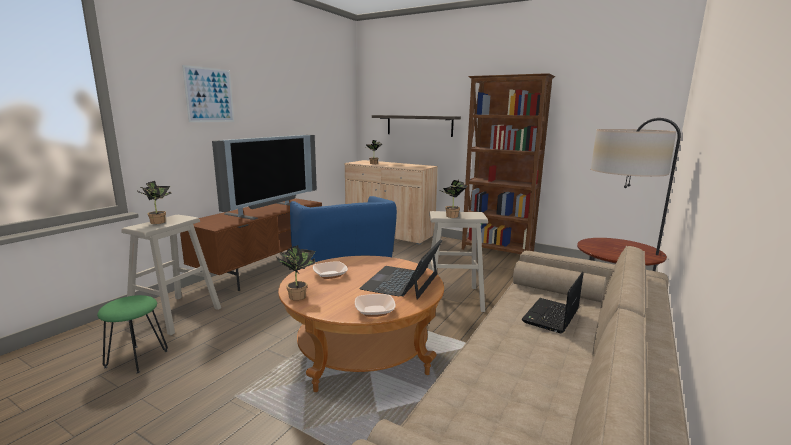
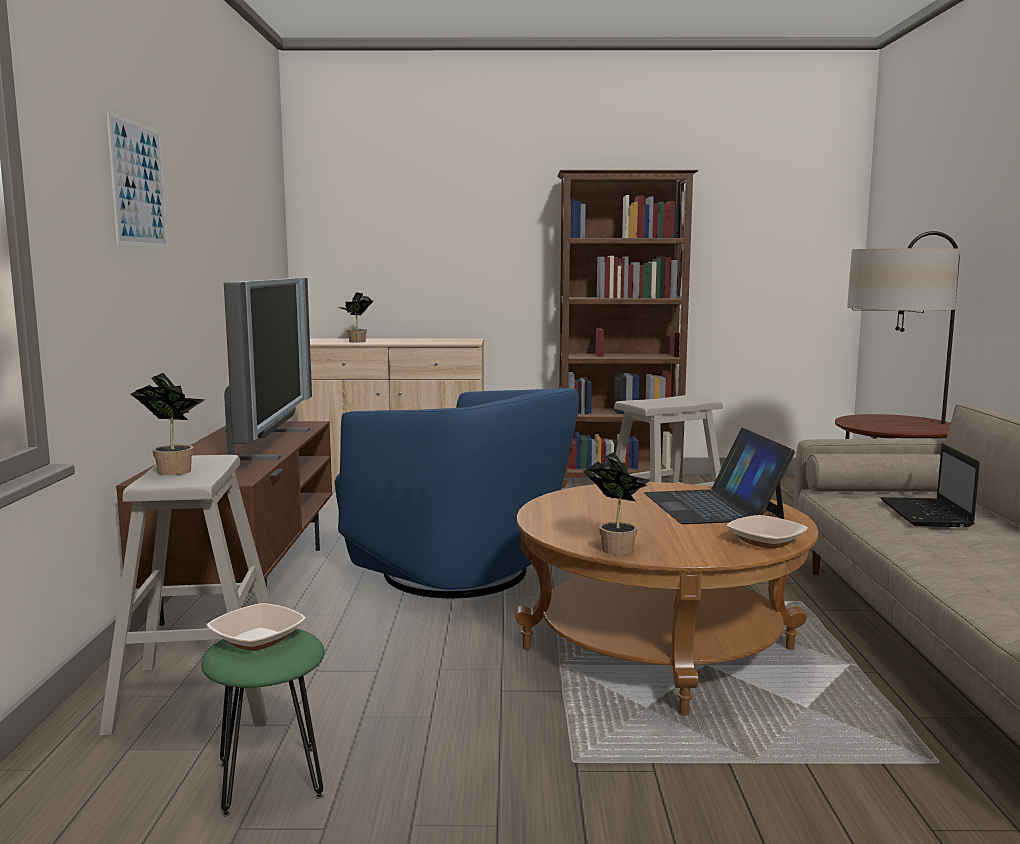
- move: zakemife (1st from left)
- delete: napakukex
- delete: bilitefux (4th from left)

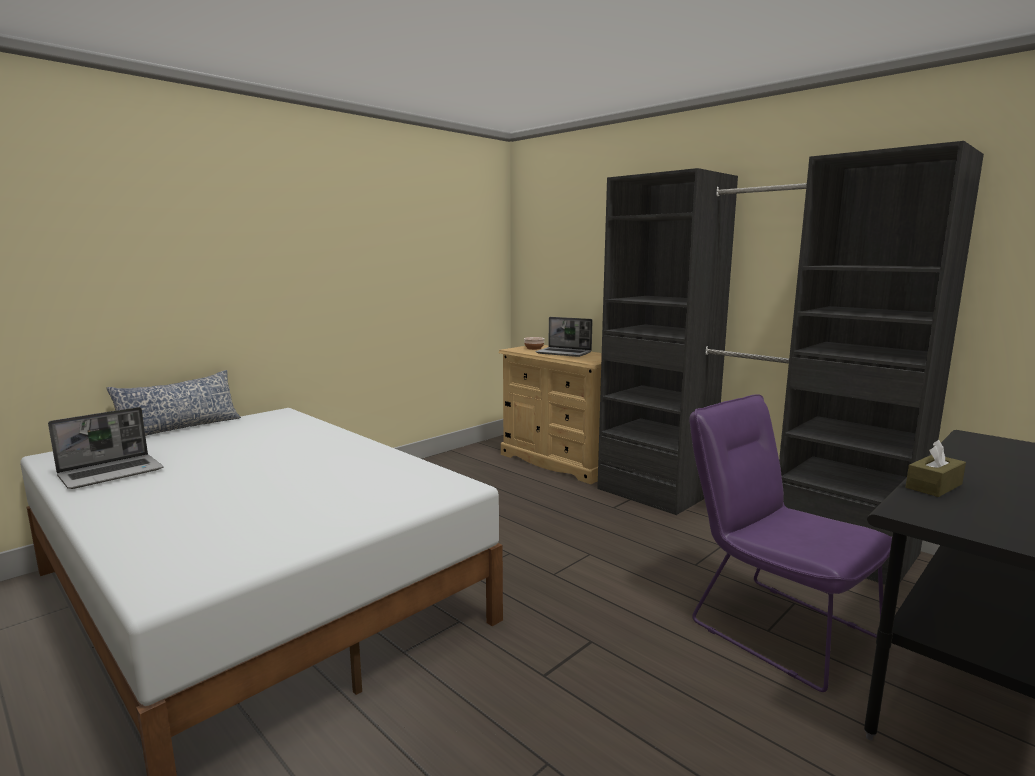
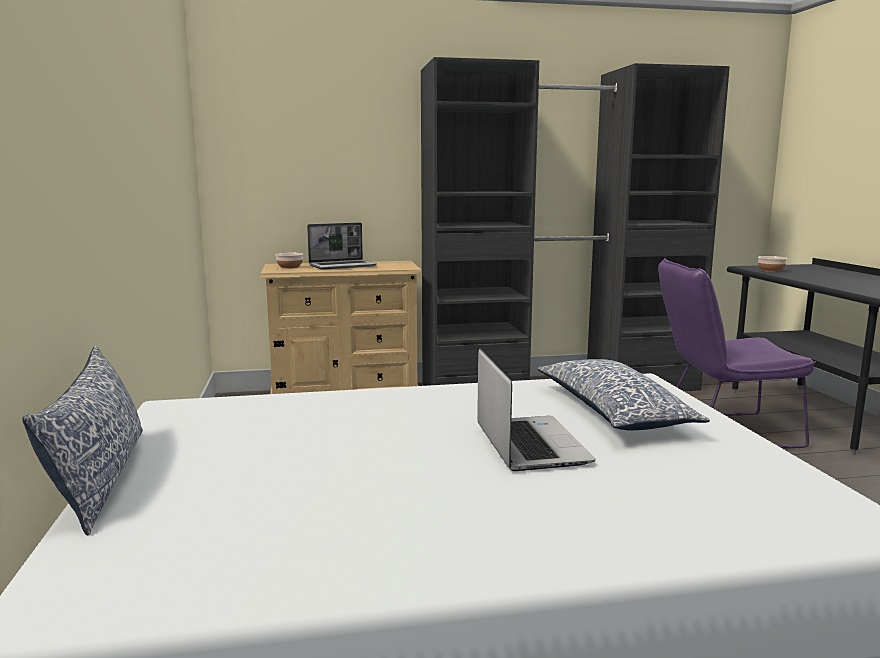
- move: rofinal (1st from left in the first image) to rofinal (2nd from left)
- delete: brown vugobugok
- insert: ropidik (2nd from left)
- insert: zakemife (2nd from left)

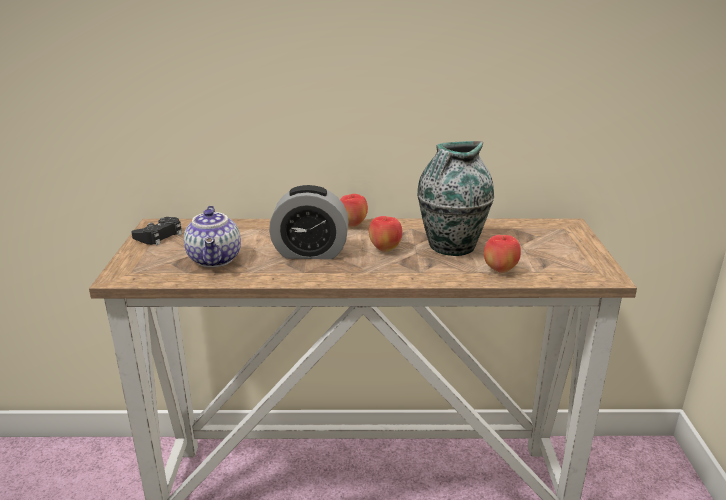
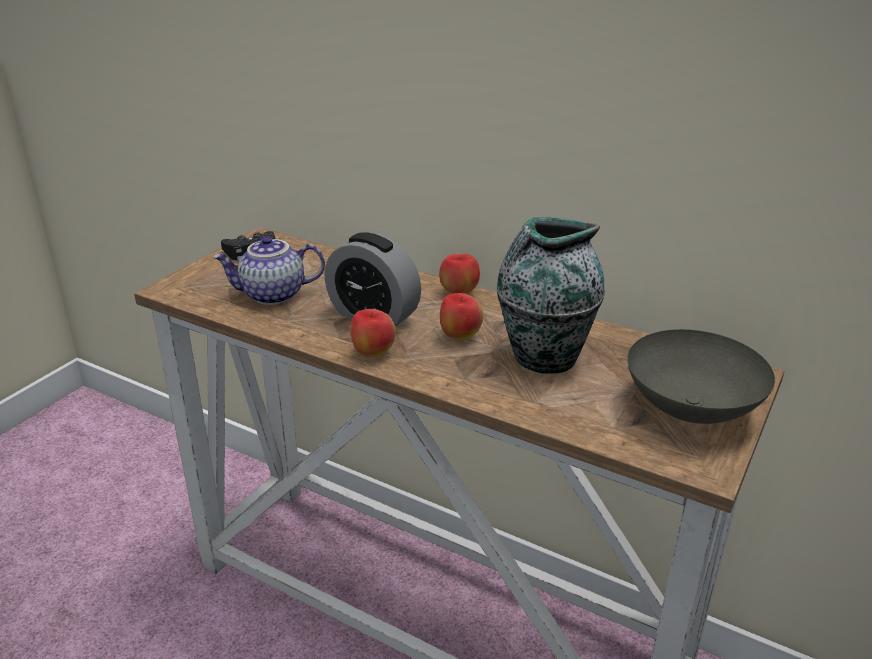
- rotate: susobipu 60 degrees clockwise
- move: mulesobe (3rd from left in the first image) to mulesobe (1st from left)
- insert: grey zakemife

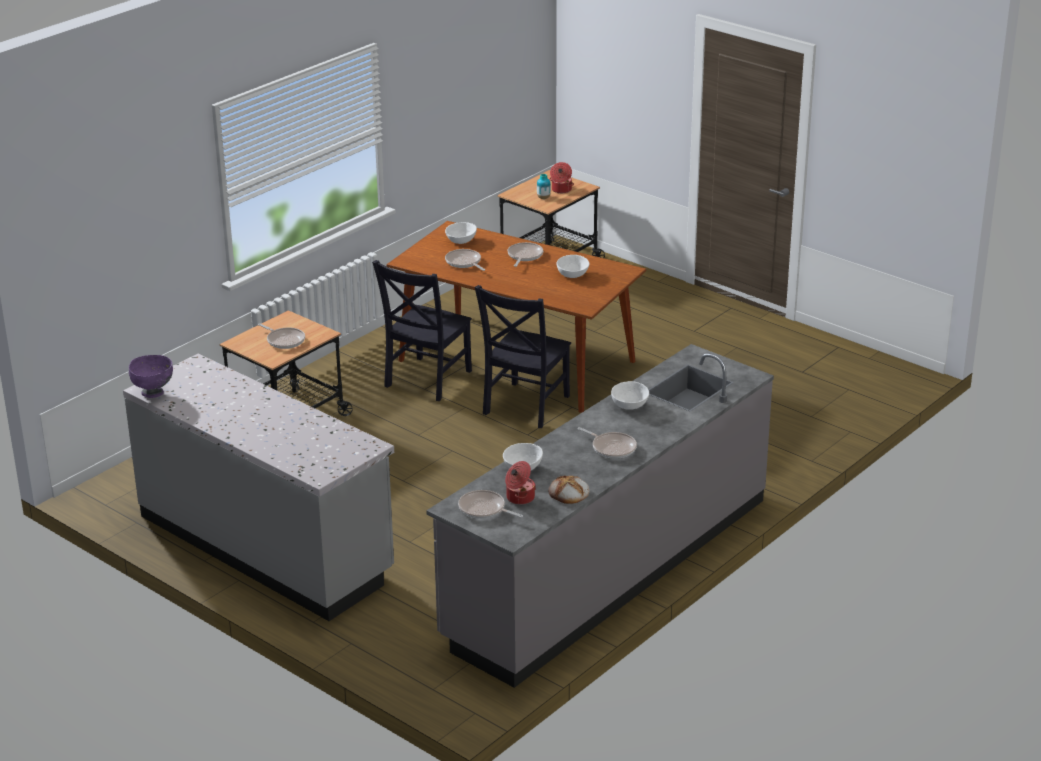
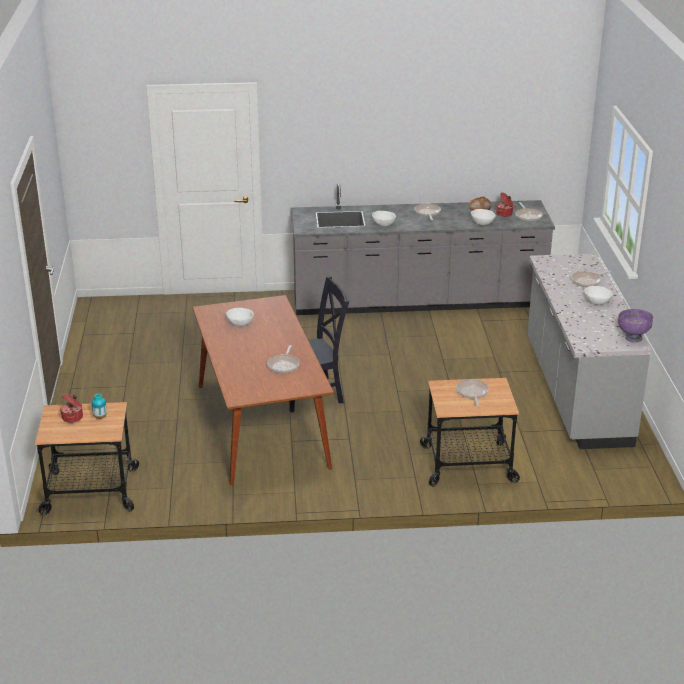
- delete: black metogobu (1st from left)
- move: white zakemife (1st from left in the first image) to white zakemife (4th from left)
- move: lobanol (4th from left in the first image) to lobanol (5th from left)

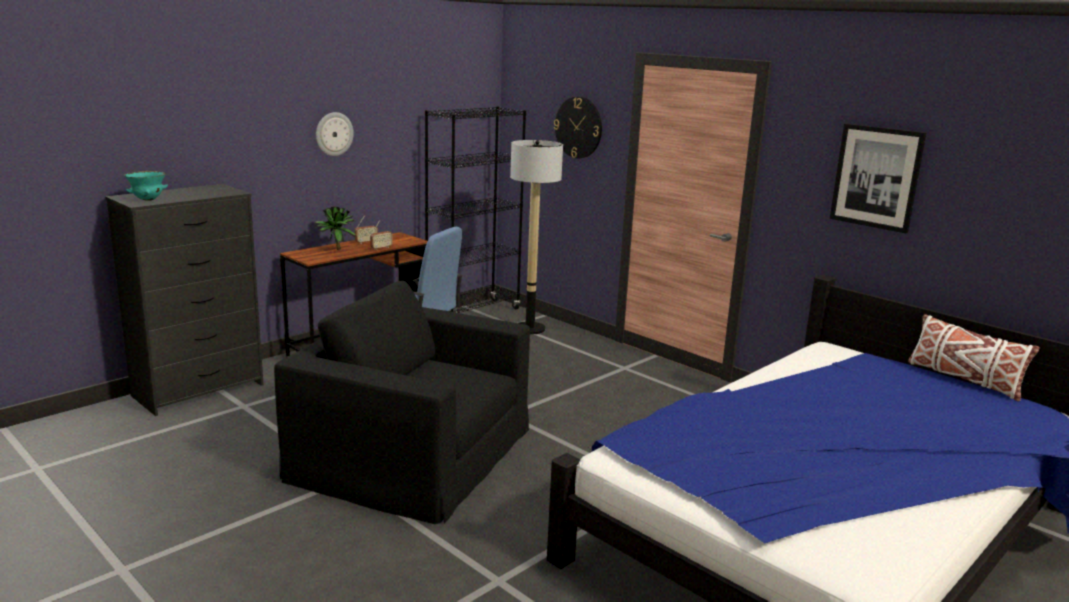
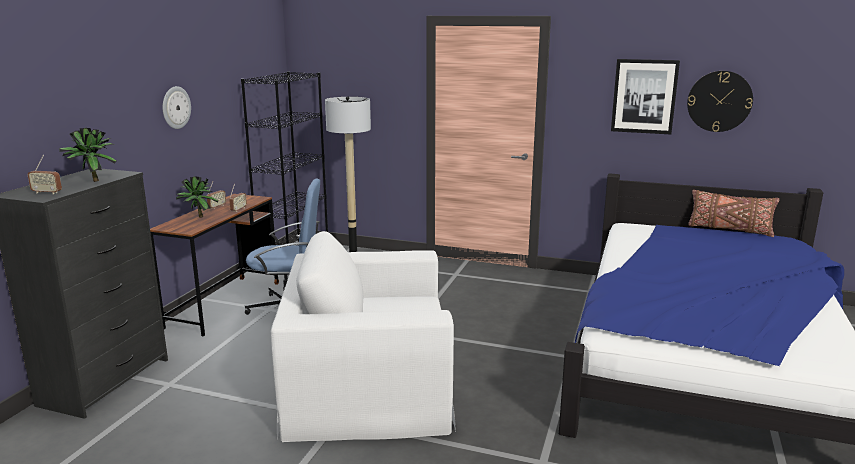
- replace: turquoise zakemife to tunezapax (1st from left)
- recolor: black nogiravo to white nogiravo
- move: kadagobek (2nd from left)
- recolor: white ropidik to brown ropidik
- insert: bilitefux (1st from left)

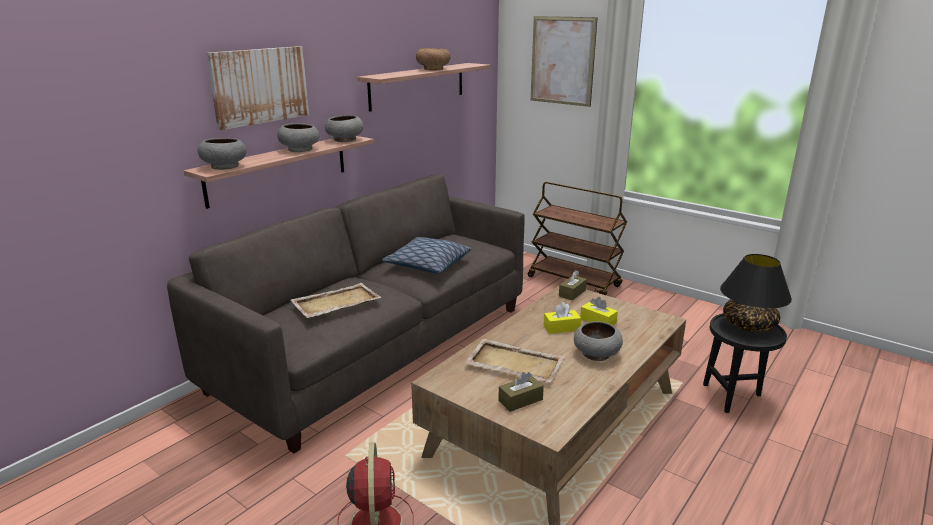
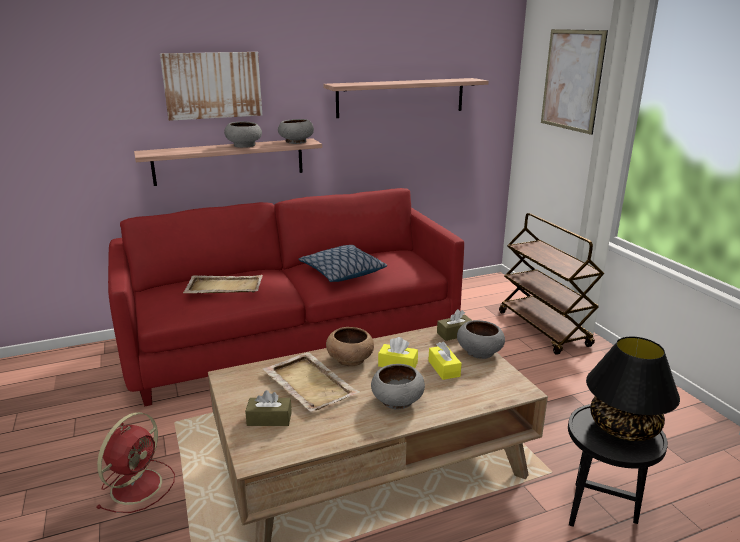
- recolor: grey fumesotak to red fumesotak
- move: grey zakemife (1st from left in the first image) to grey zakemife (4th from left)
- move: brown zakemife

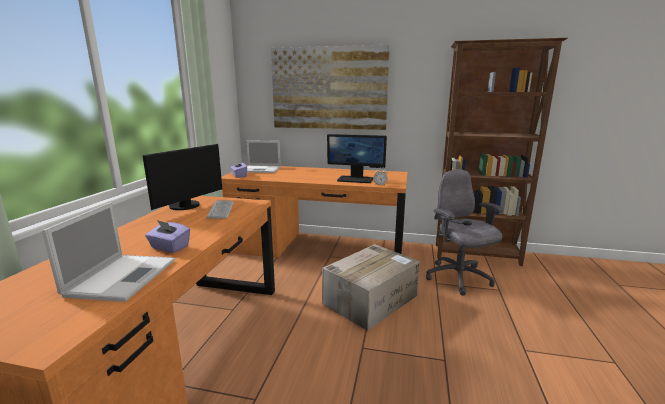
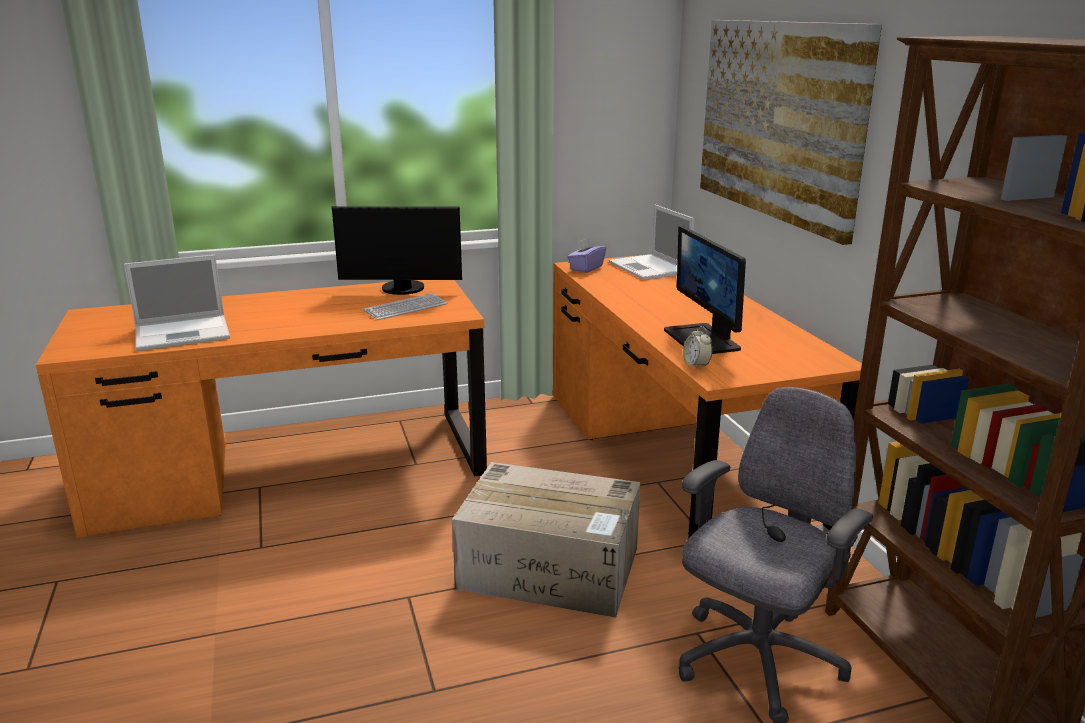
- delete: purple vugobugok (1st from left)

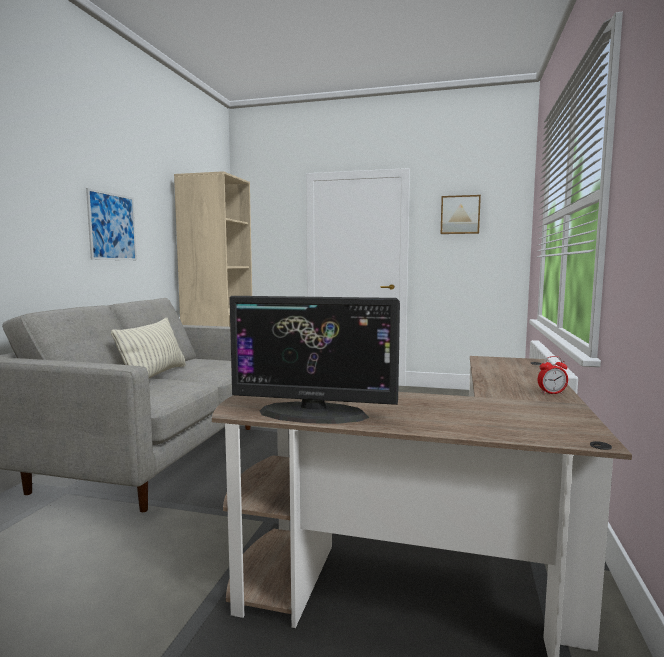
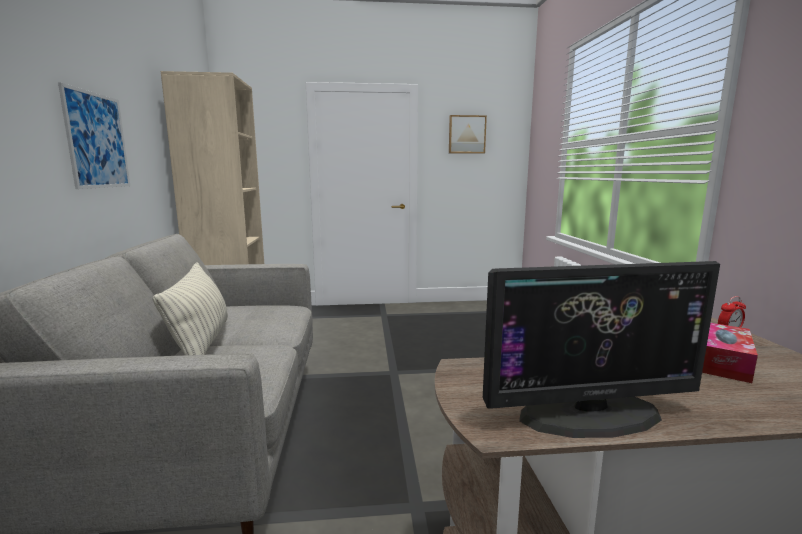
- insert: vugobugok

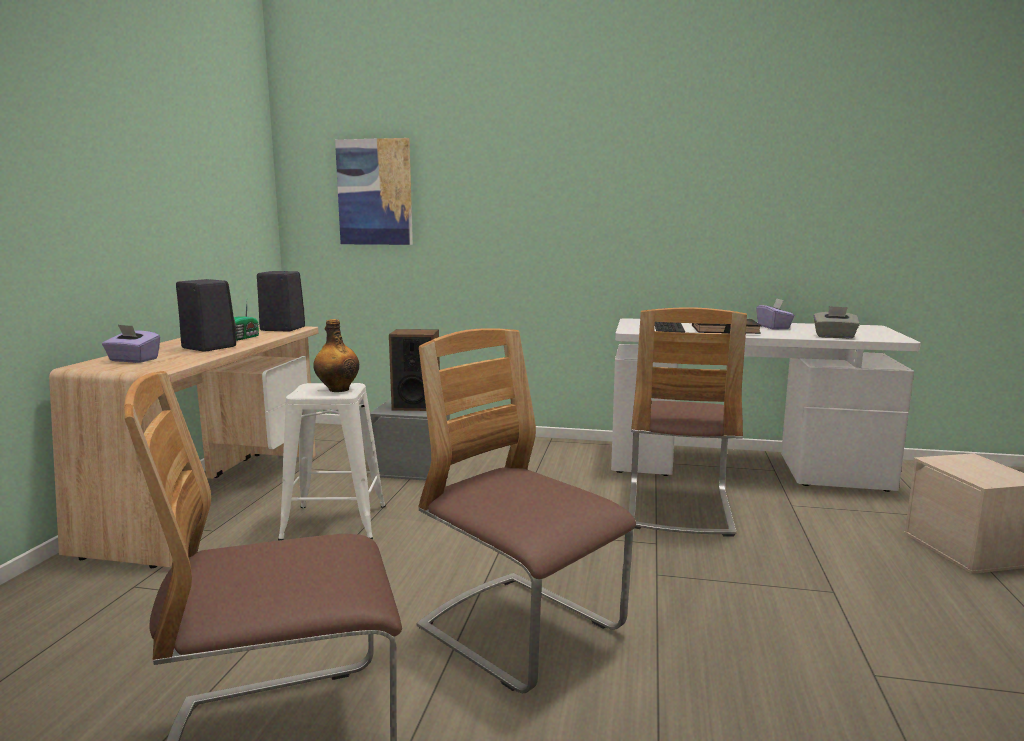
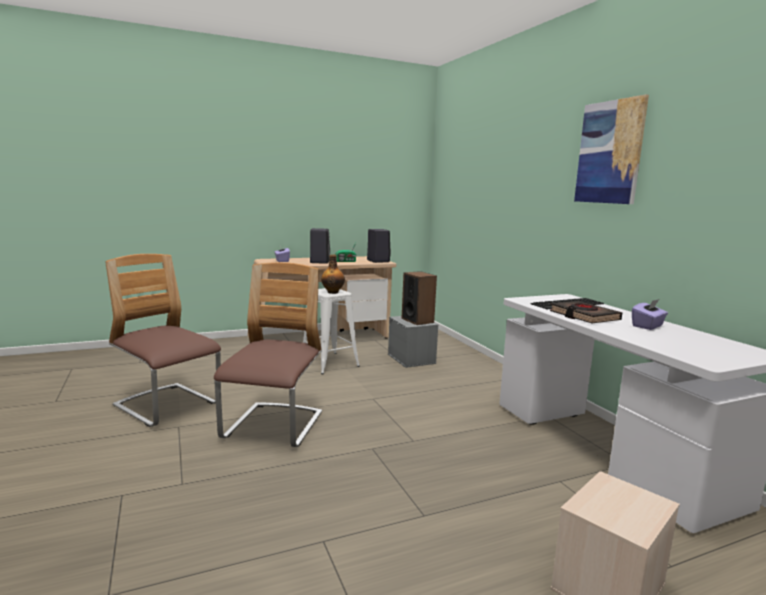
- move: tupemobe
- delete: metogobu (3rd from left)
- delete: grey vugobugok

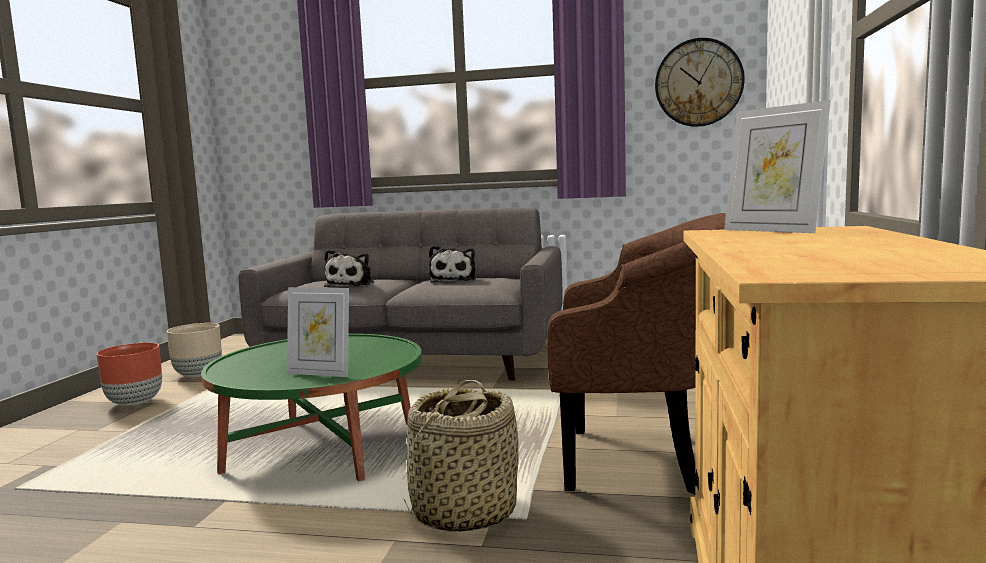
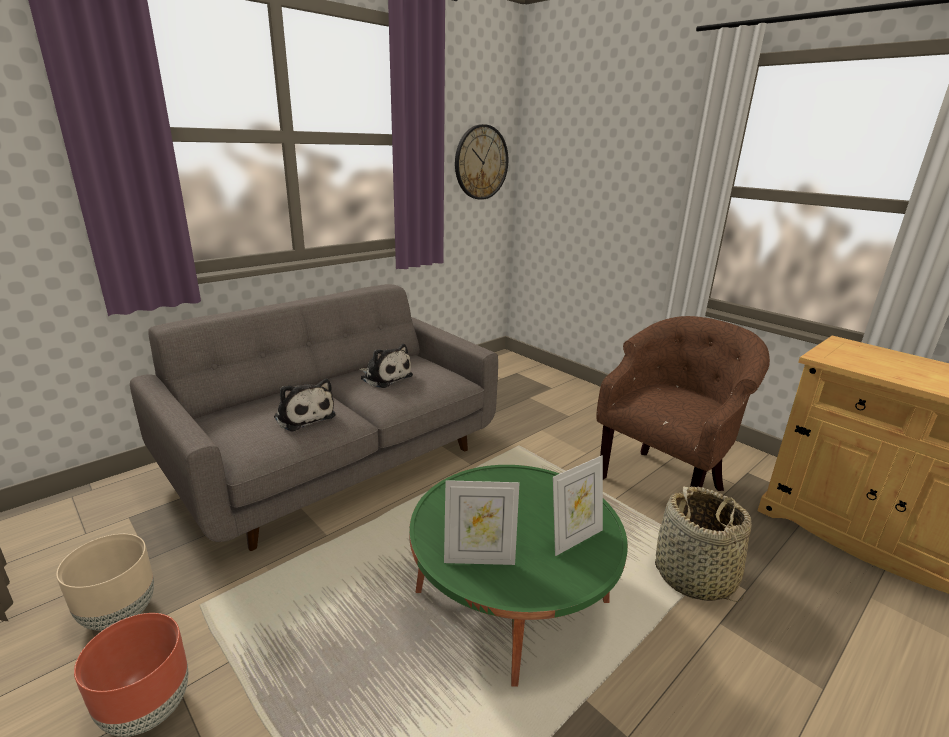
- move: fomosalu (2nd from left in the first image) to fomosalu (1st from left)

